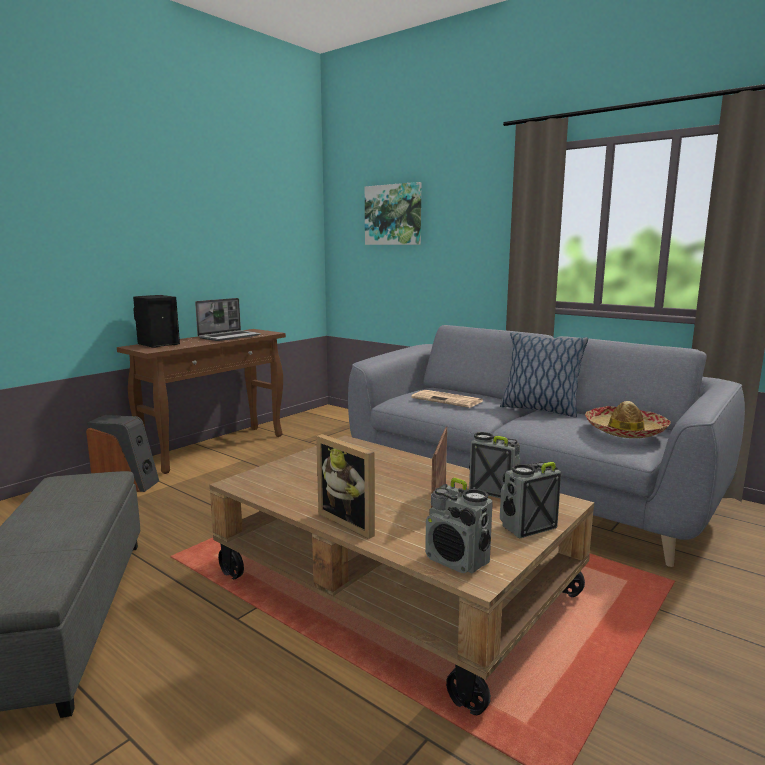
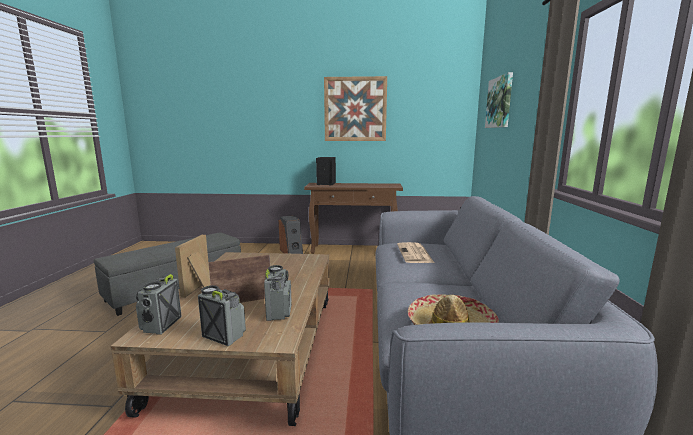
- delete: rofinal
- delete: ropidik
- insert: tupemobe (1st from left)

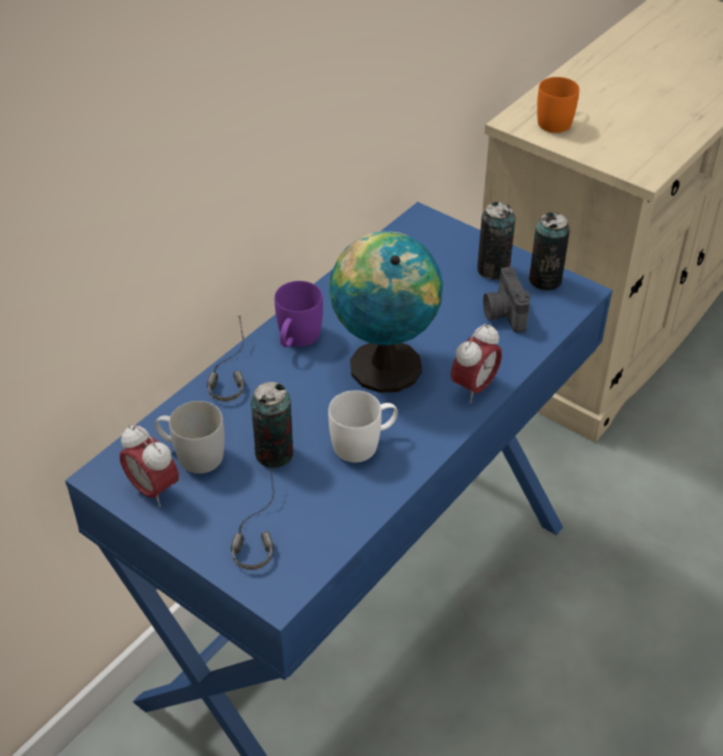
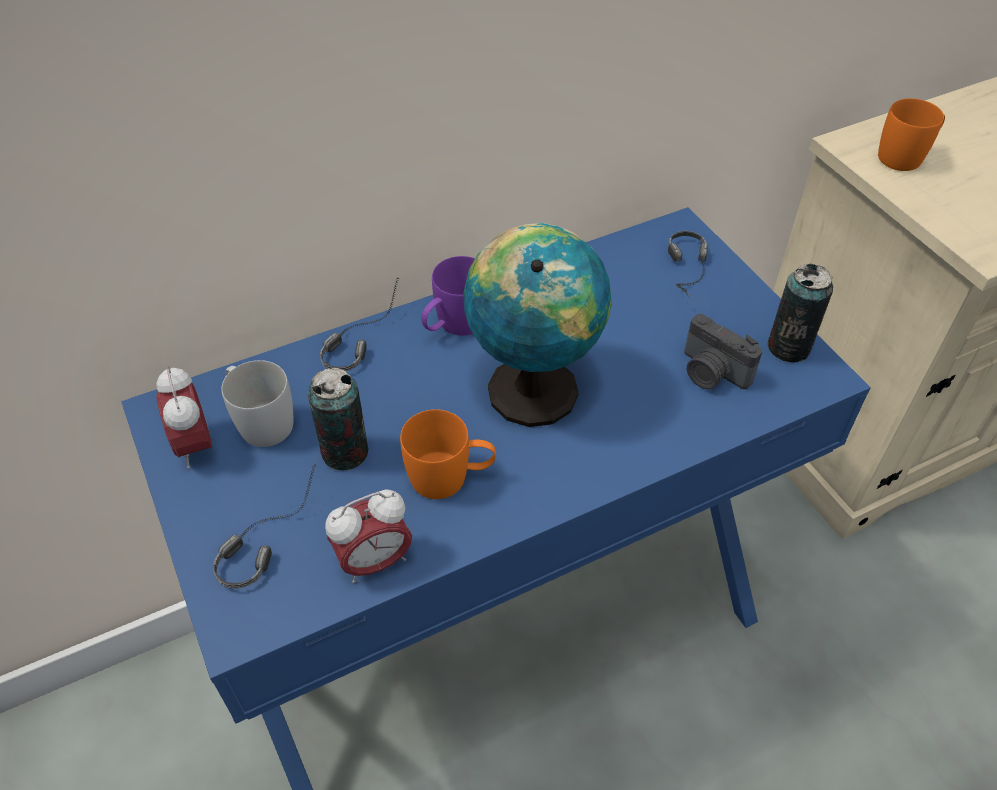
- recolor: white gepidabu (2nd from left) to orange gepidabu (1st from left)
- move: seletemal (2nd from left)
- delete: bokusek (2nd from left)
- rotate: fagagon 60 degrees counterclockwise
- insert: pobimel (3rd from left)

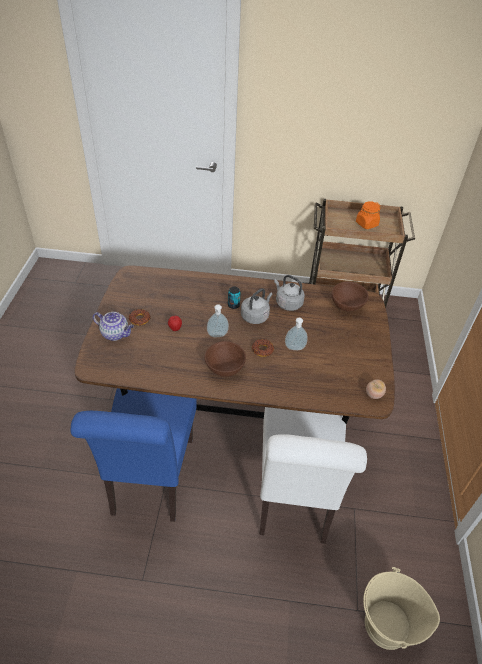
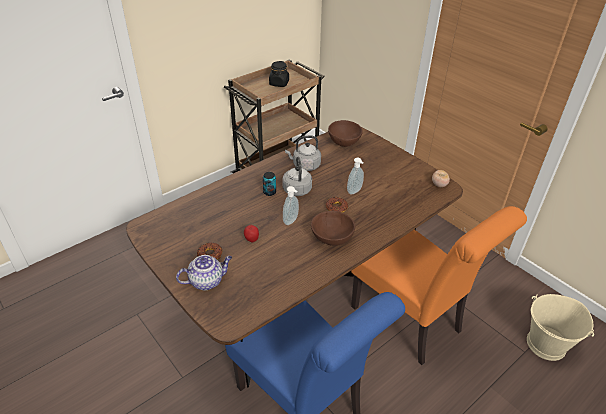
- recolor: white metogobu to orange metogobu
- recolor: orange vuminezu to black vuminezu

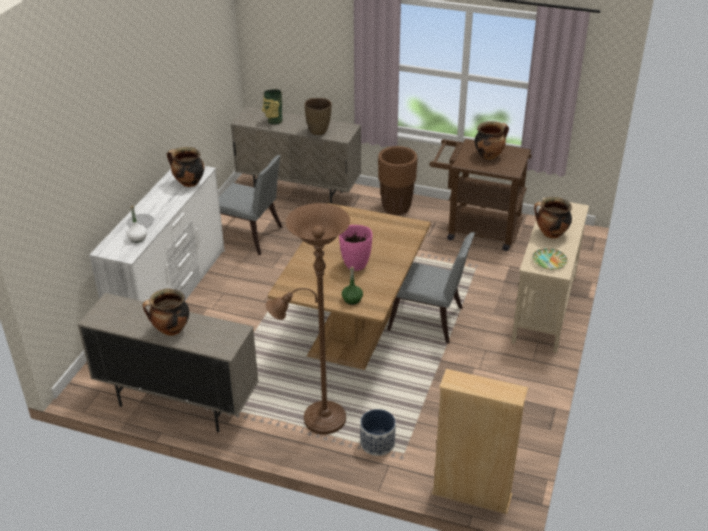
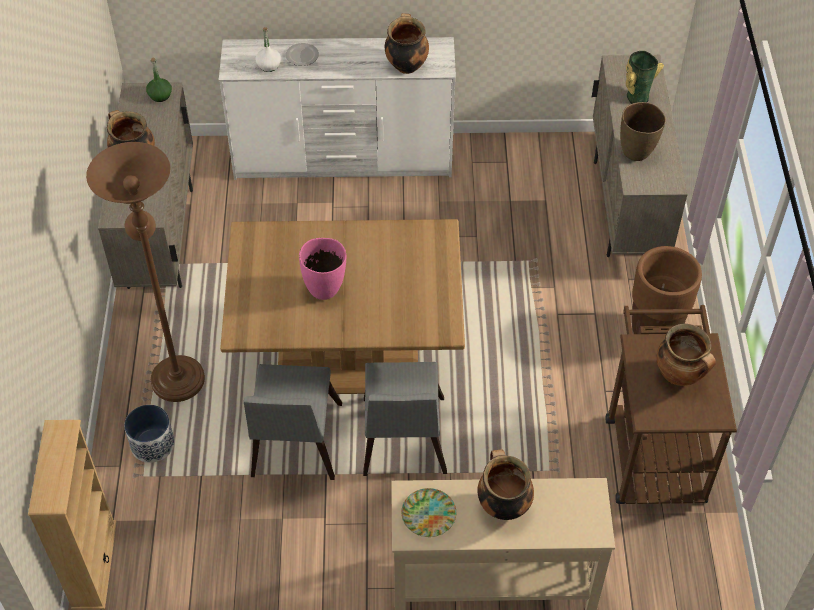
- move: grey metogobu (1st from left)
- move: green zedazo

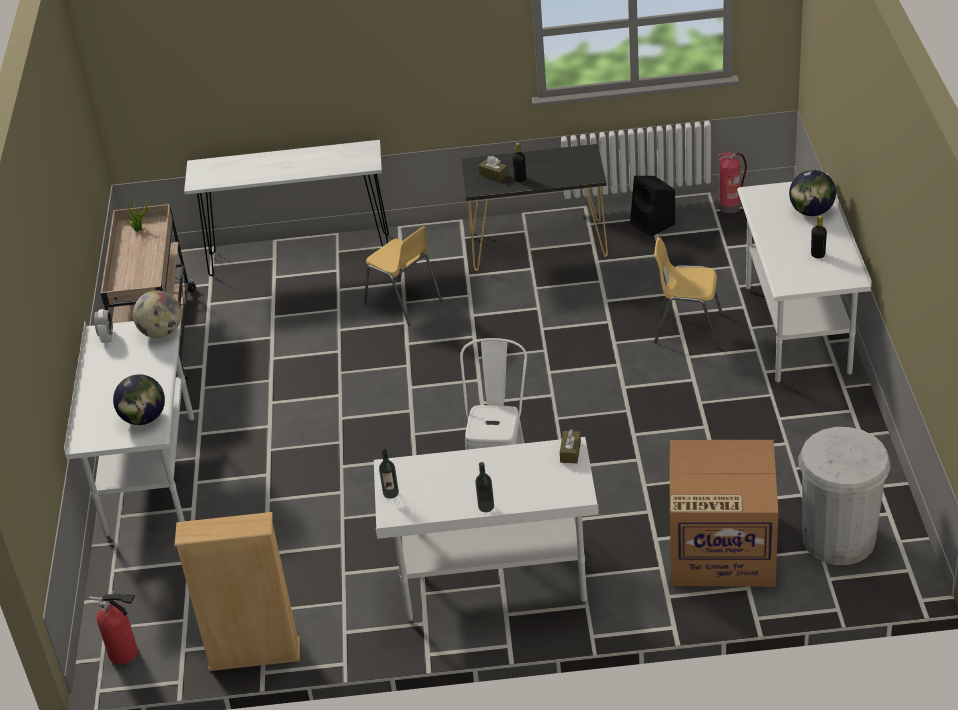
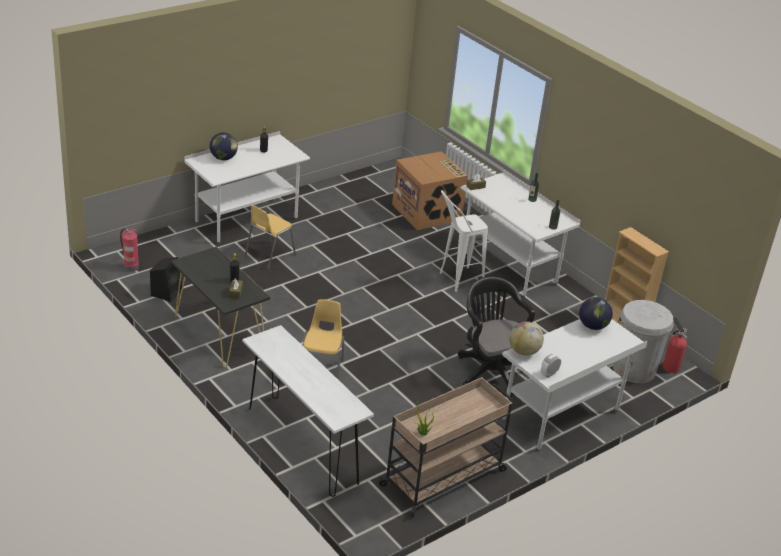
- rotate: yellow metogobu (2nd from left in the first image) 60 degrees clockwise
- move: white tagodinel
- insert: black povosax

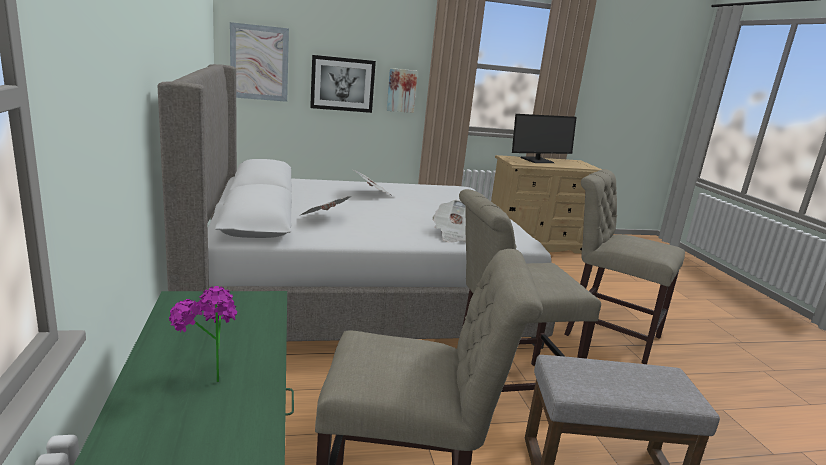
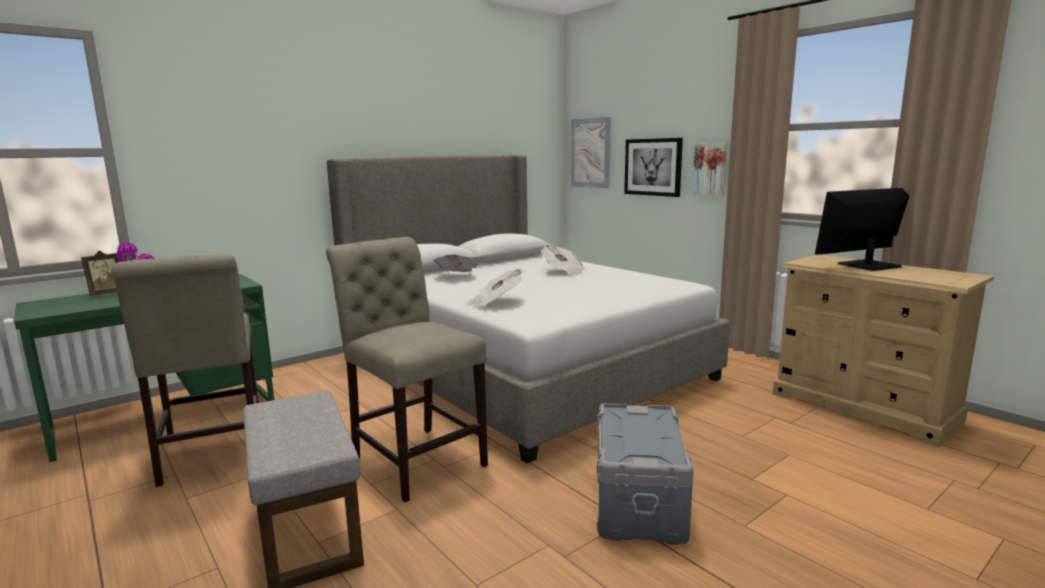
- rotate: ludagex 120 degrees clockwise
- replace: beige metogobu (3rd from left) to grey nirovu
- insert: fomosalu

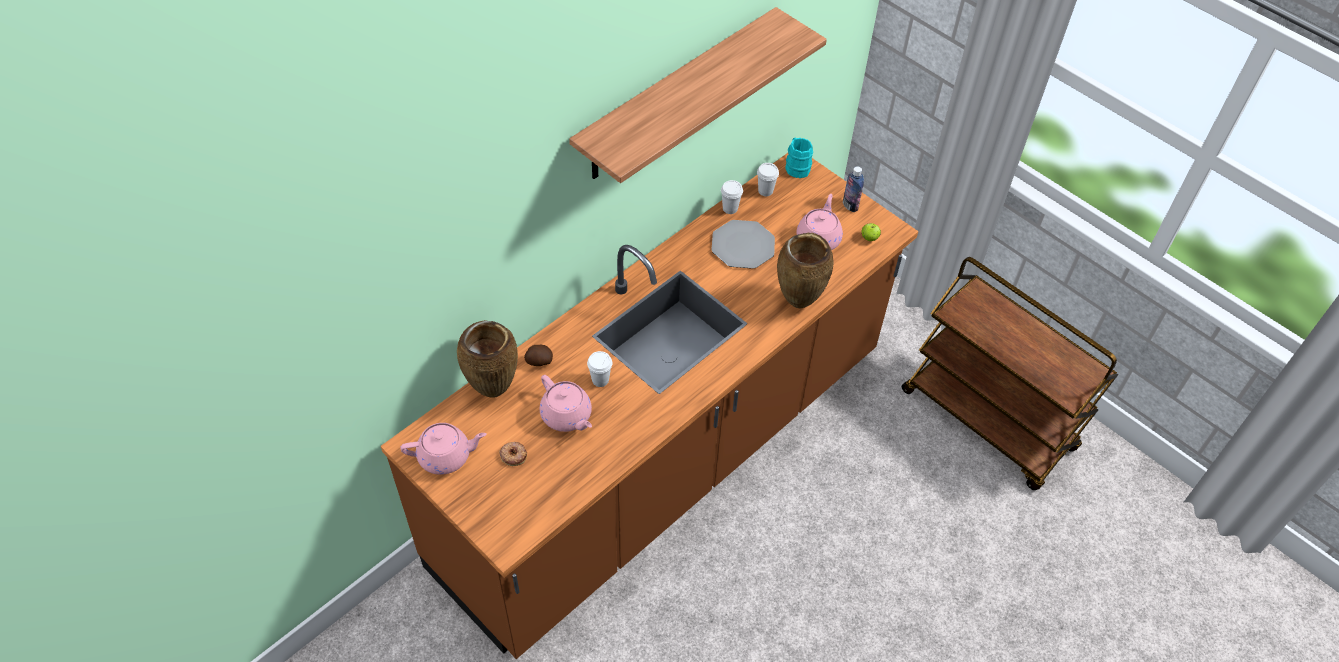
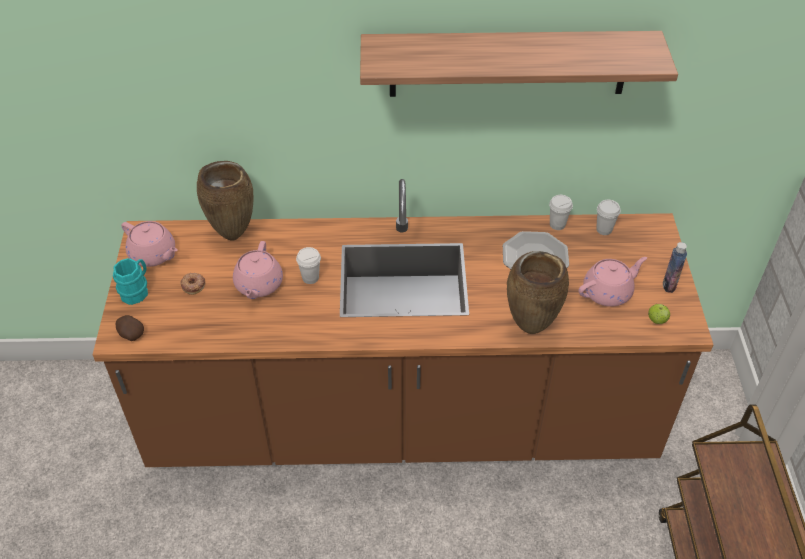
- move: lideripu
- move: turquoise gepidabu

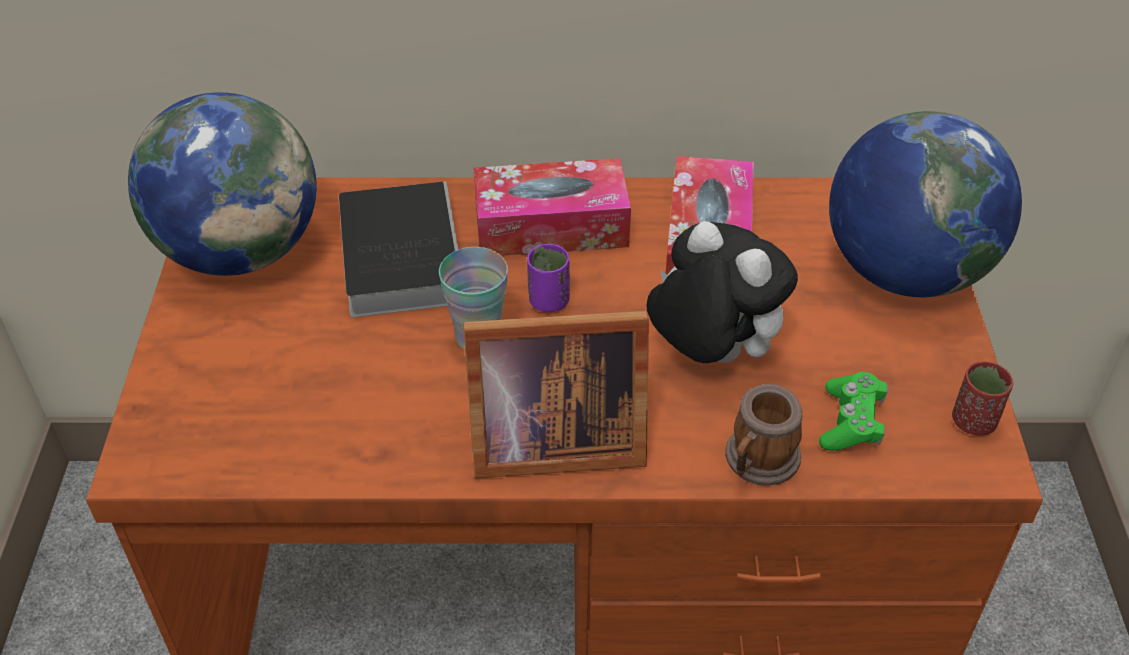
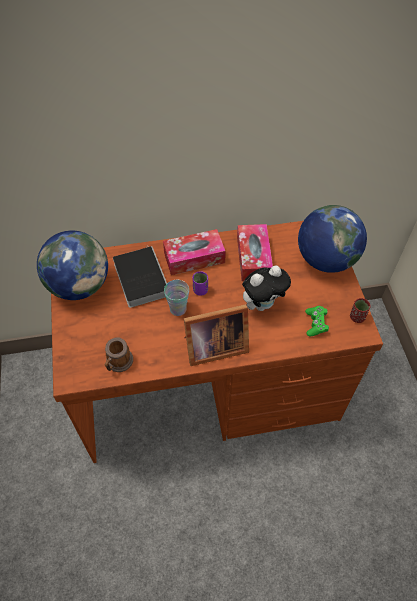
- rotate: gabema 120 degrees clockwise
- move: gepidabu

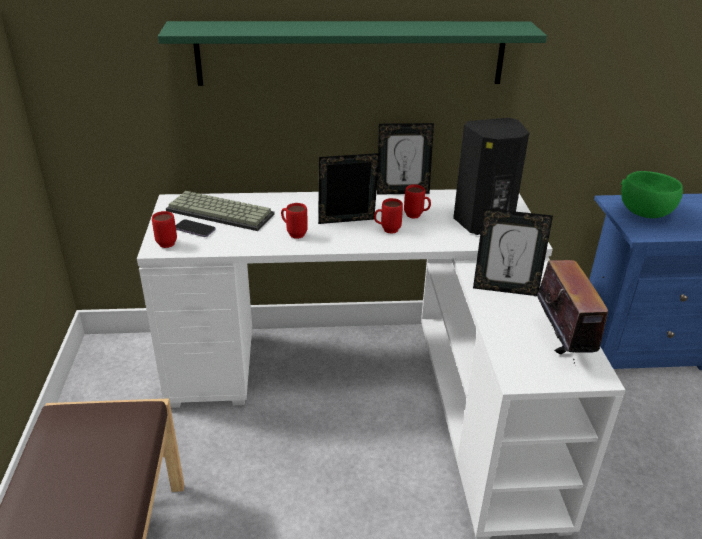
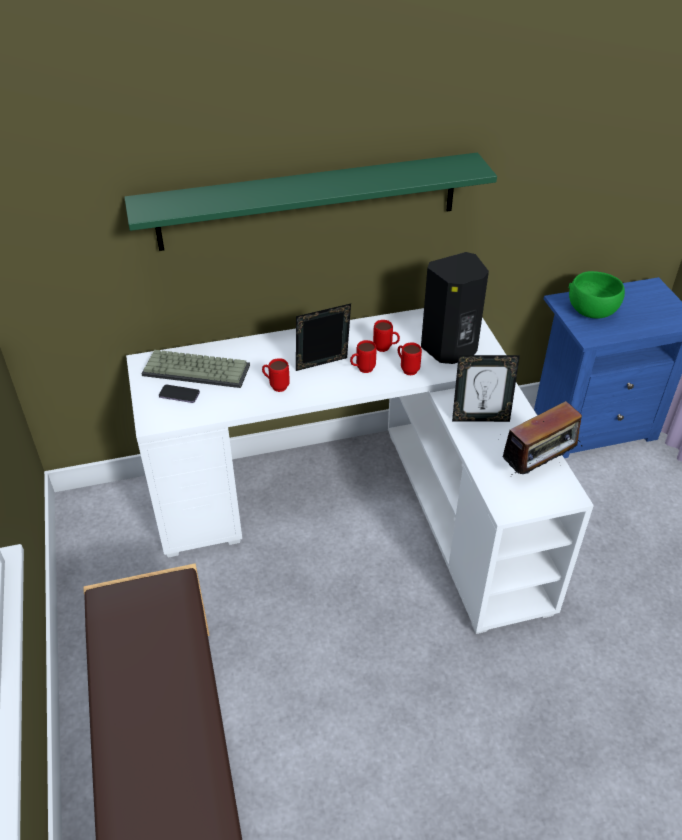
- move: red gepidabu (1st from left in the first image) to red gepidabu (4th from left)
- delete: fomosalu (2nd from left)
- rotate: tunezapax 75 degrees clockwise

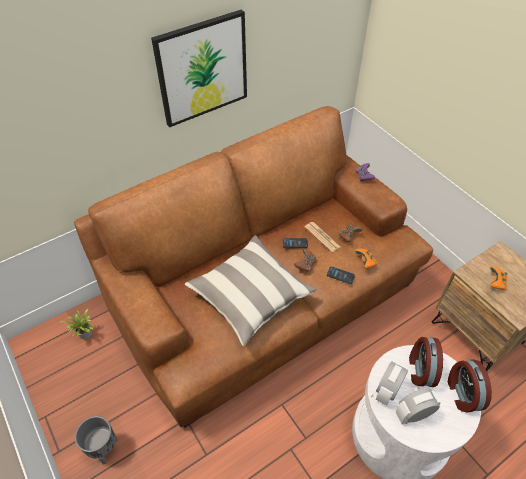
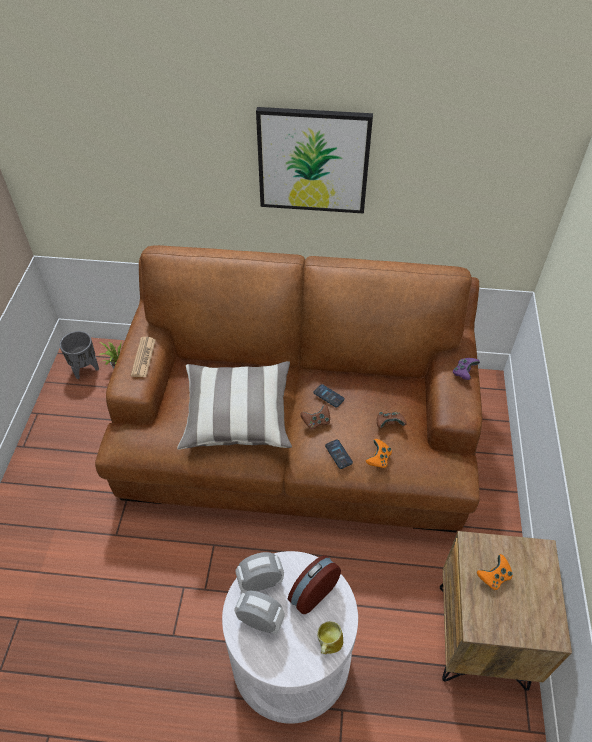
- move: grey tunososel
- move: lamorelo
- replace: seletemal (4th from left) to gepidabu

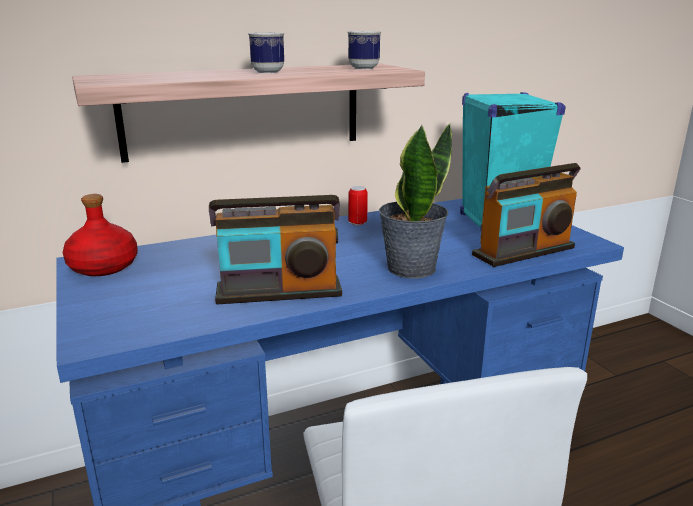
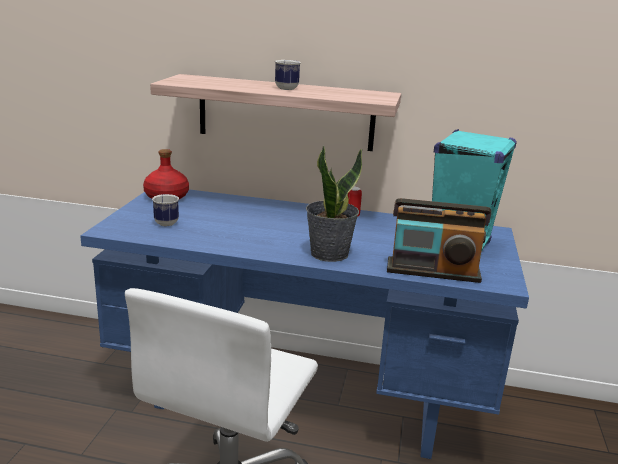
- delete: tunezapax (1st from left)
- move: gepidabu (2nd from left in the first image) to gepidabu (1st from left)

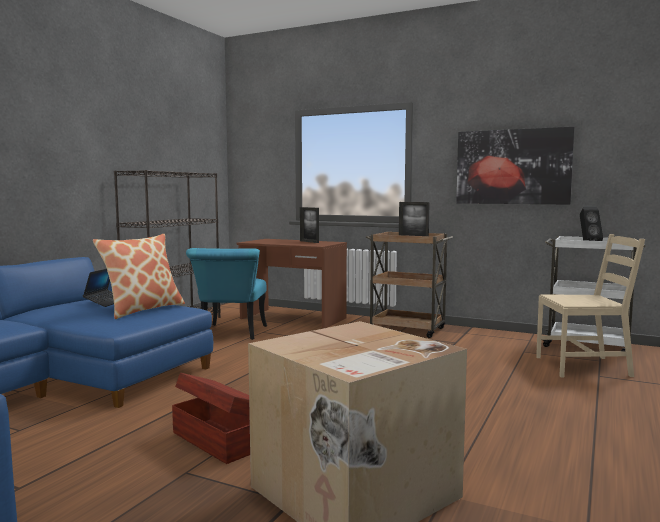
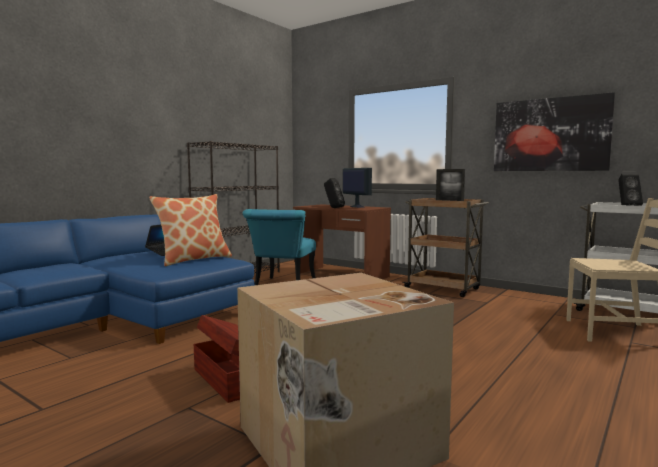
- replace: fomosalu (1st from left) to ludagex
- insert: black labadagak (1st from left)

